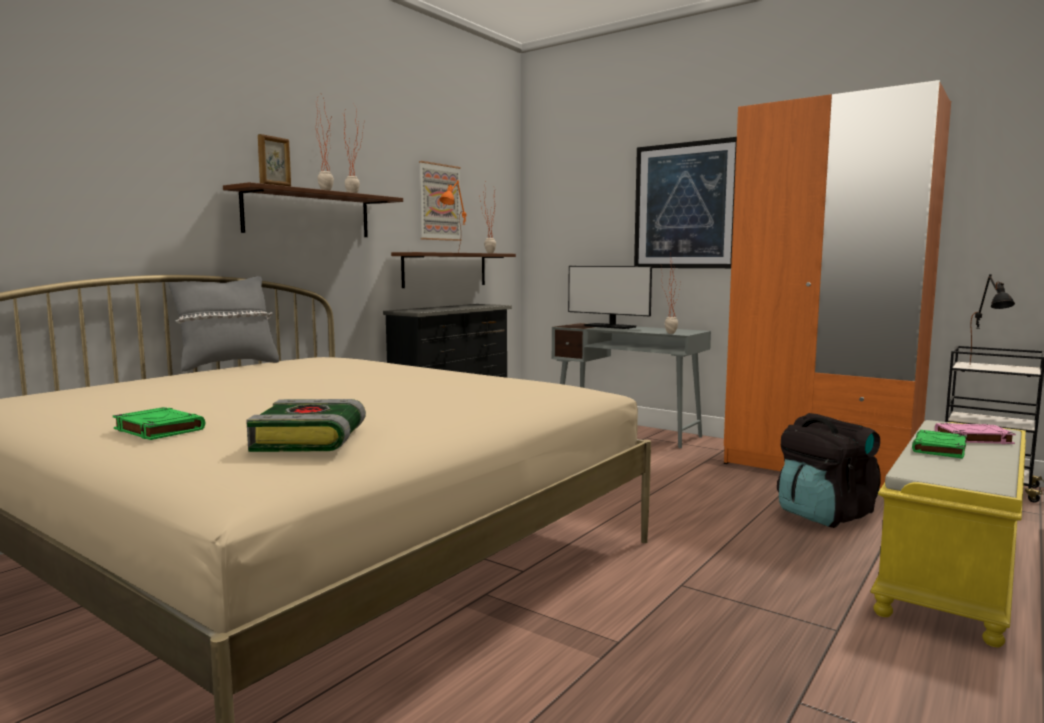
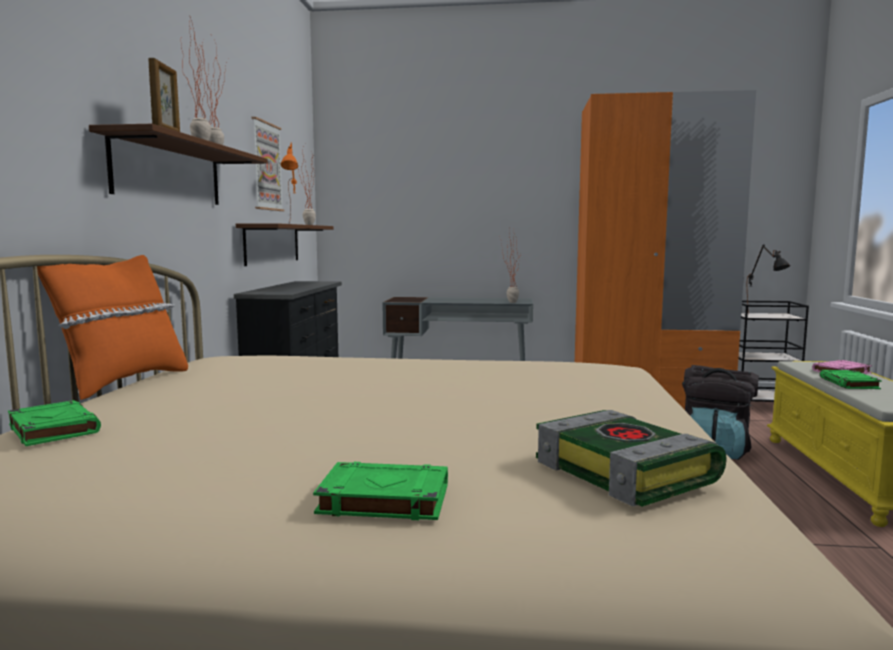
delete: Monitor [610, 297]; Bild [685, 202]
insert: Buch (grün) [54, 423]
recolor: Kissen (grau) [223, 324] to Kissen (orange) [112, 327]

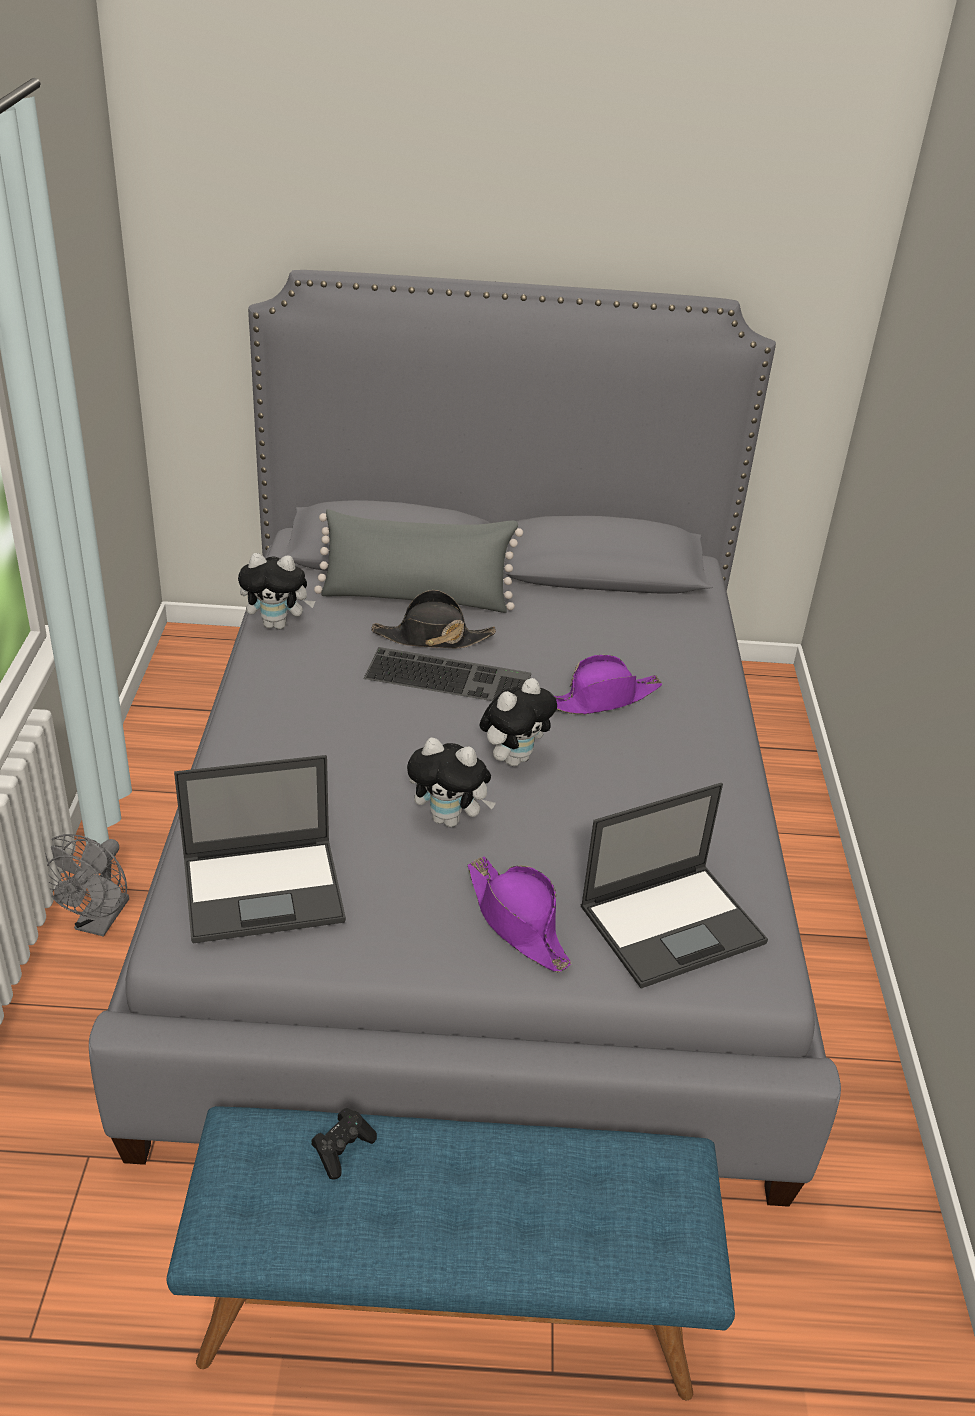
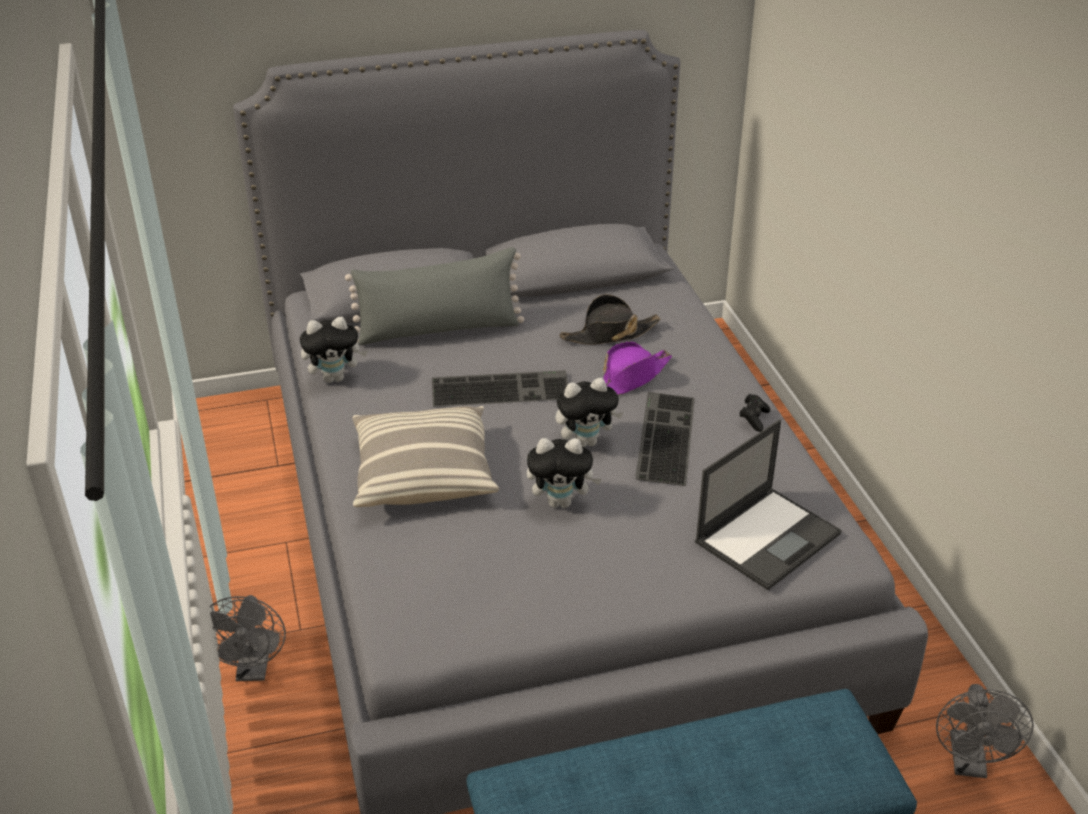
delete: Laptop [260, 849]; Hut (lila) [519, 914]
insert: Kissen [426, 456]; Tastatur [665, 439]; Ventilator (grau) [985, 731]
move: Gamepad (schwarz) [344, 1144] to [754, 413]; Hut (schwarz) [433, 619] to [610, 319]
rotate: Plüschtier [518, 722] = [589, 412] 45 degrees clockwise

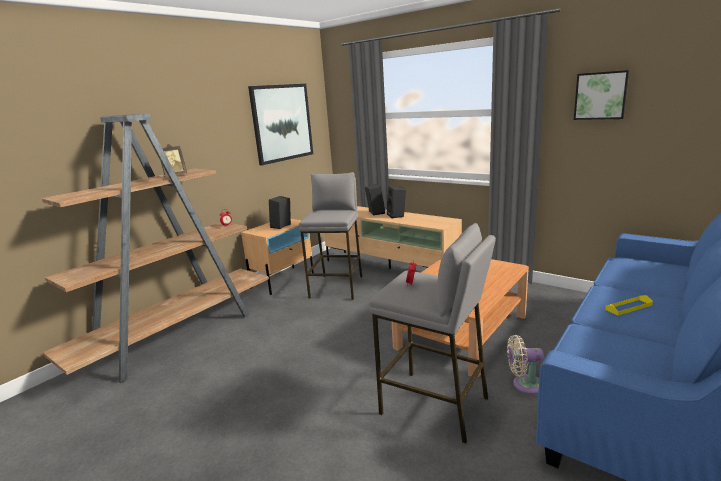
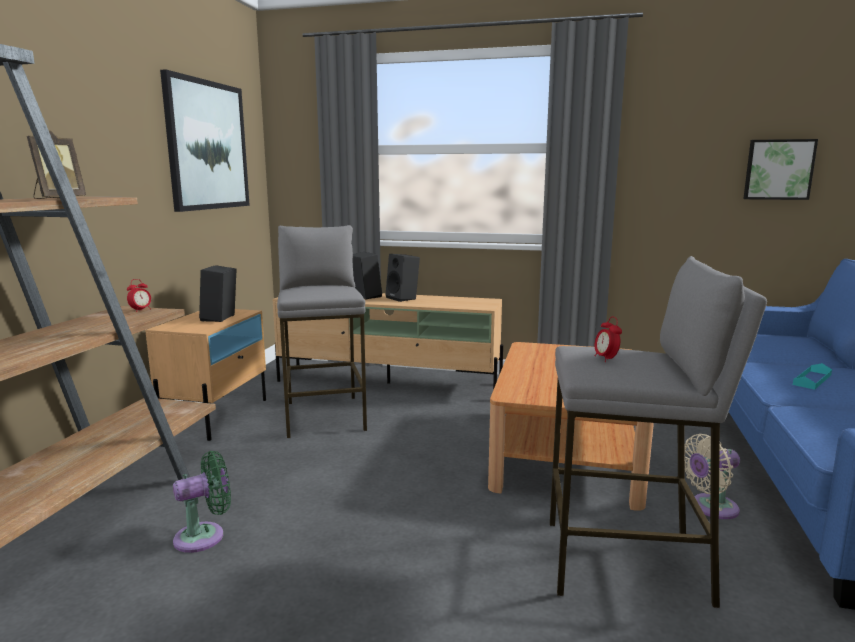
insert: Ventilator (grün) [202, 502]
move: Bild [602, 95] to [780, 169]
recolor: Tablett (gelb) [629, 305] to Tablett (türkis) [812, 376]

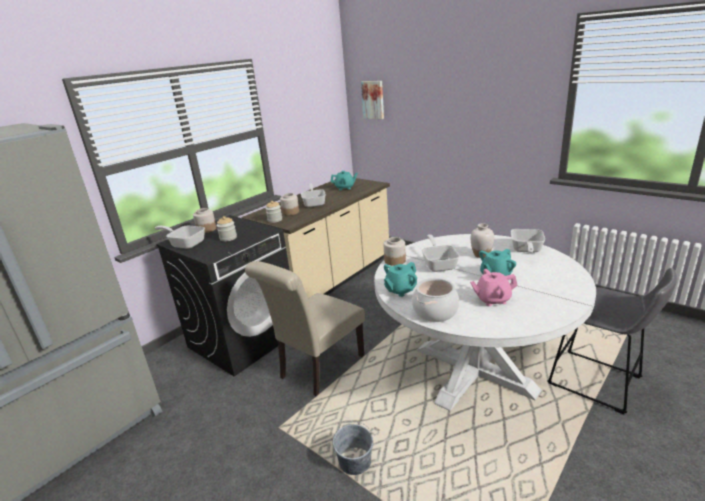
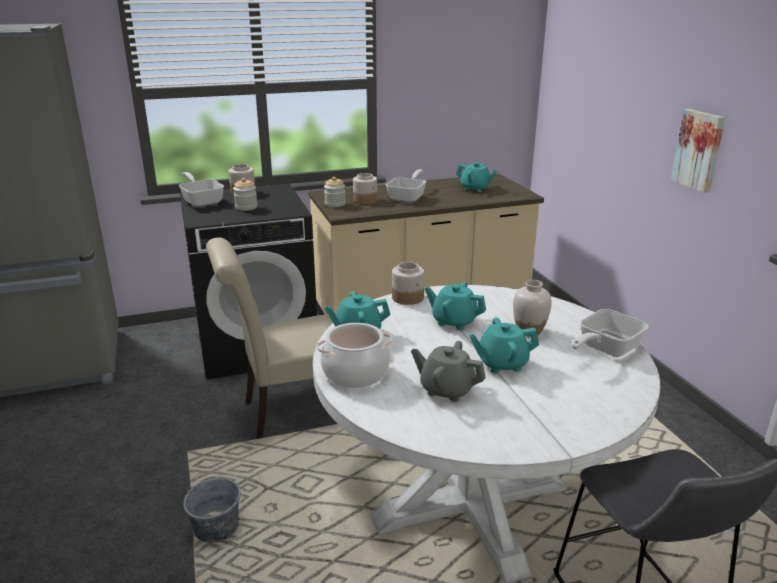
move: Bild [372, 100] to [698, 151]
replace: Pfanne [441, 253] to Teekanne (türkis) [455, 306]
recolor: Teekanne (rosa) [494, 287] to Teekanne (grau) [448, 371]

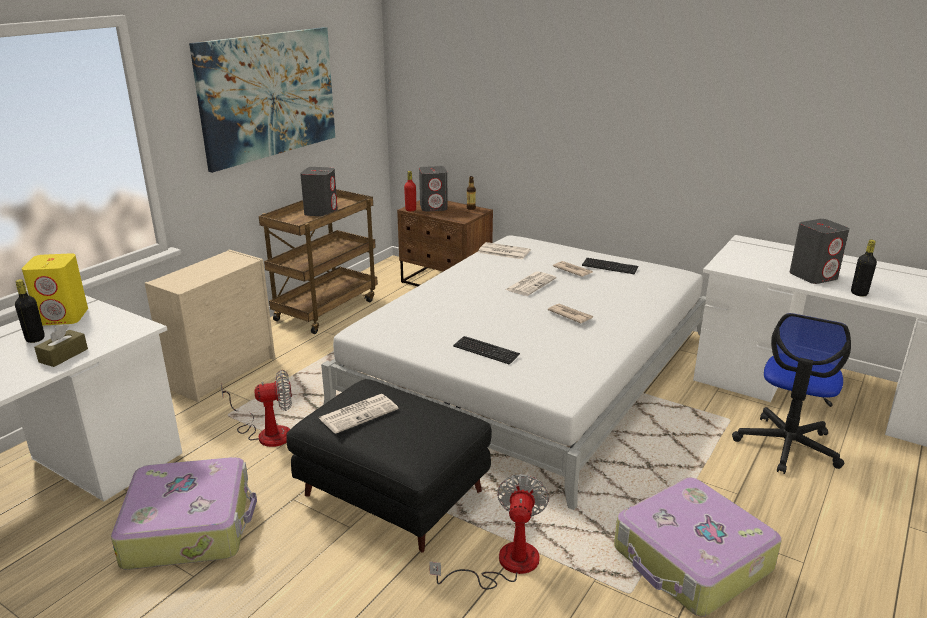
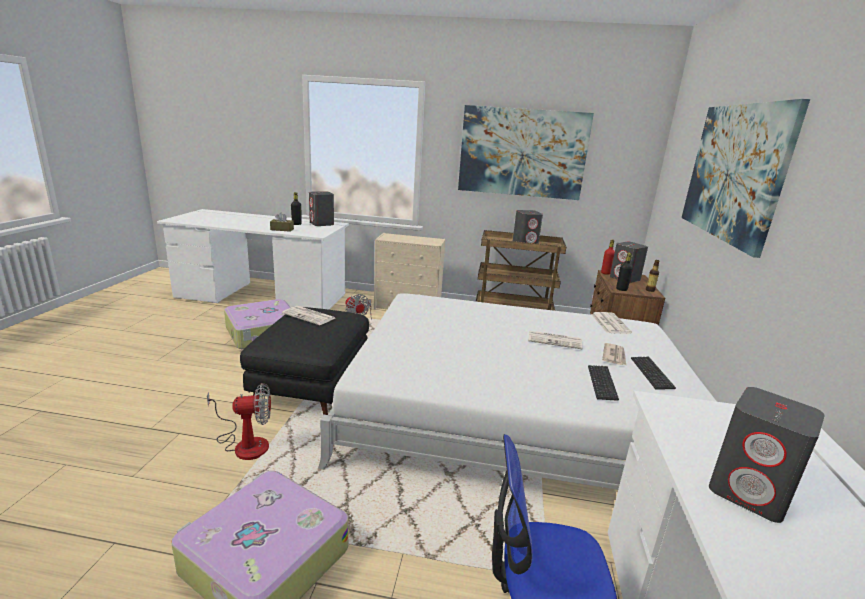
delete: Zeitung [570, 313]
insert: Bild [745, 178]
move: Tastatur [486, 350] to [603, 383]; Flasche (schwarz) [864, 268] to [624, 272]
recolor: Lautsprecher (gelb) [55, 289] to Lautsprecher (grau) [321, 208]

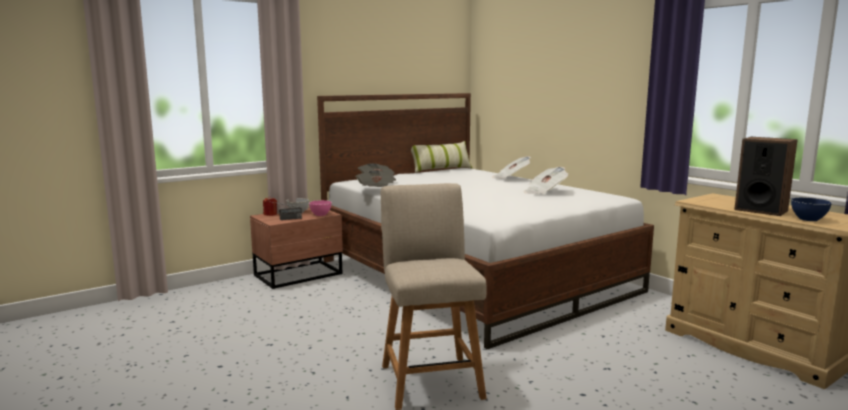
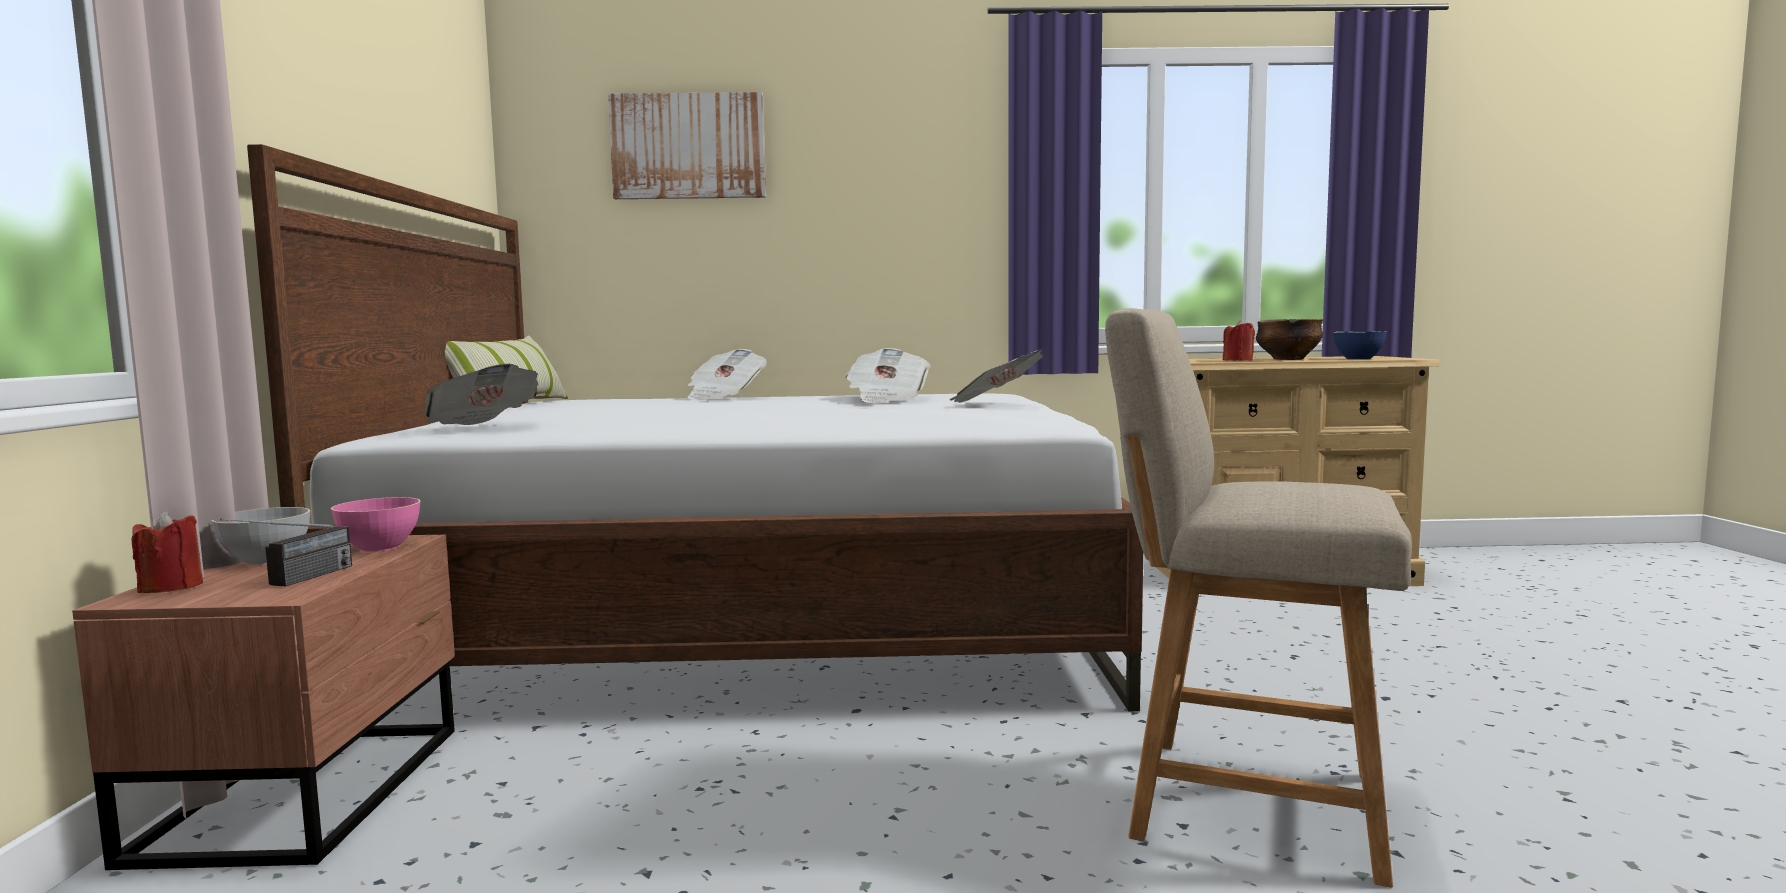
insert: Bild [687, 145]; Kerze (rot) [1239, 340]
move: Zeitung [375, 178] to [996, 376]
replace: Lautsprecher [766, 176] to Schüssel [1289, 339]

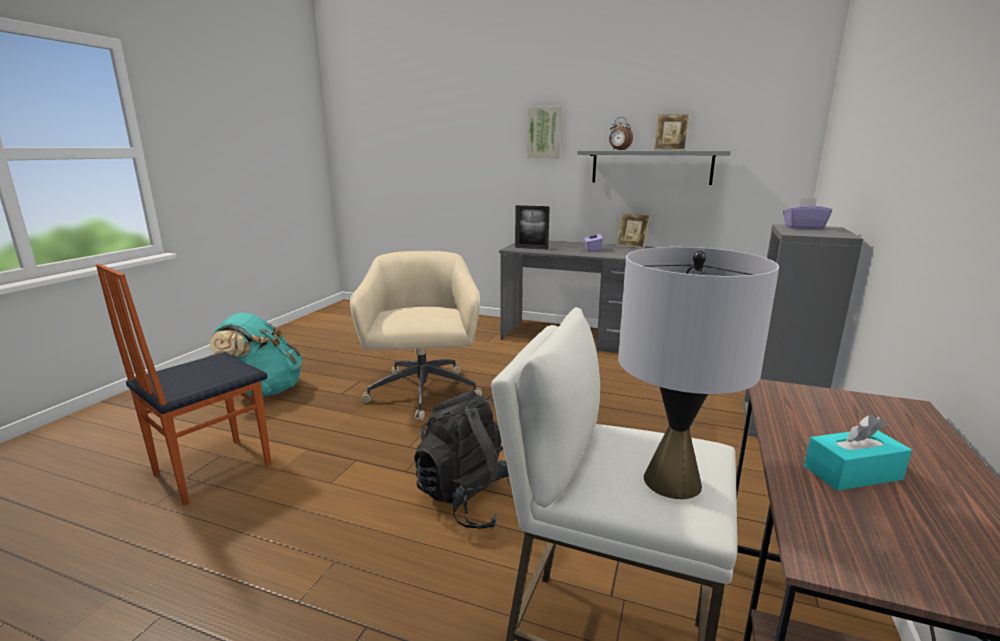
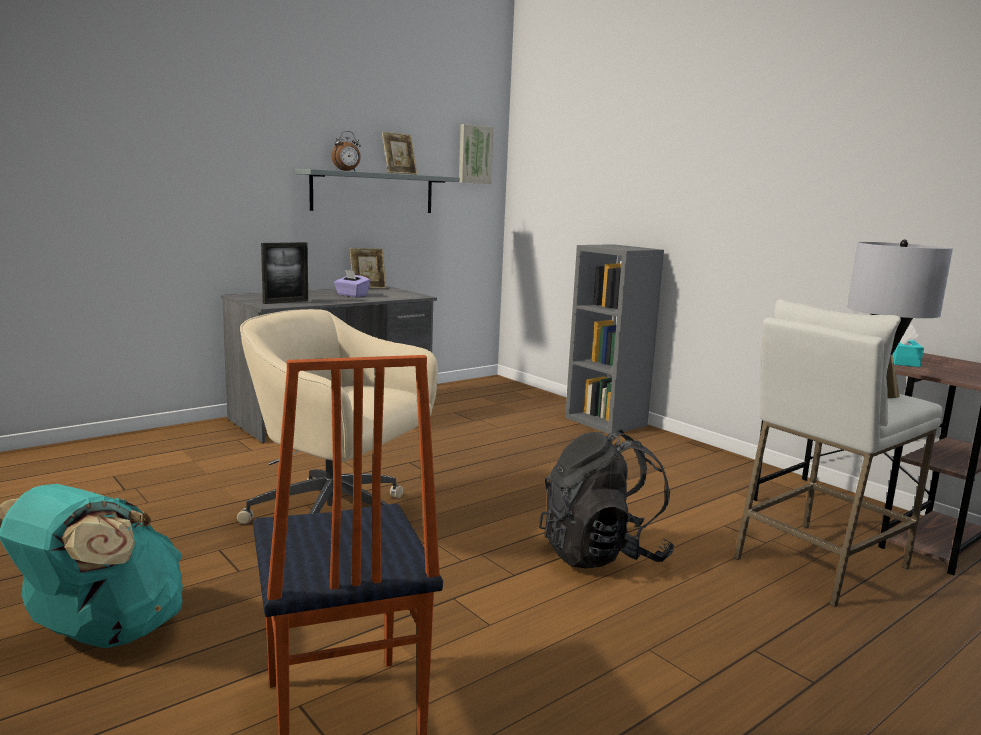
delete: Taschentuchbox (lila) [807, 213]
move: Bild [544, 132] to [476, 154]

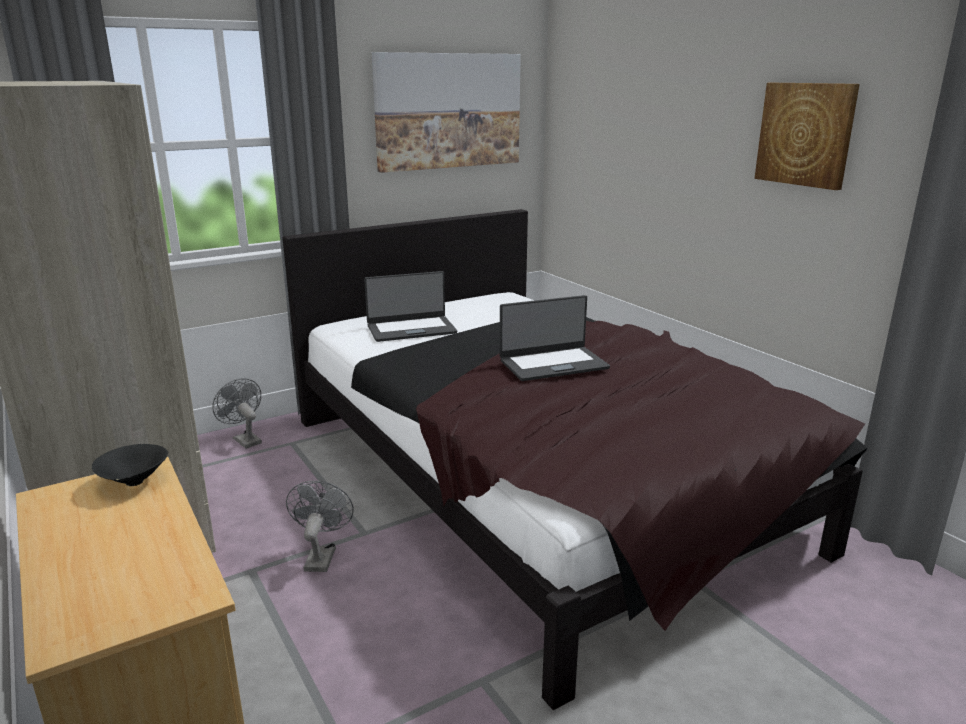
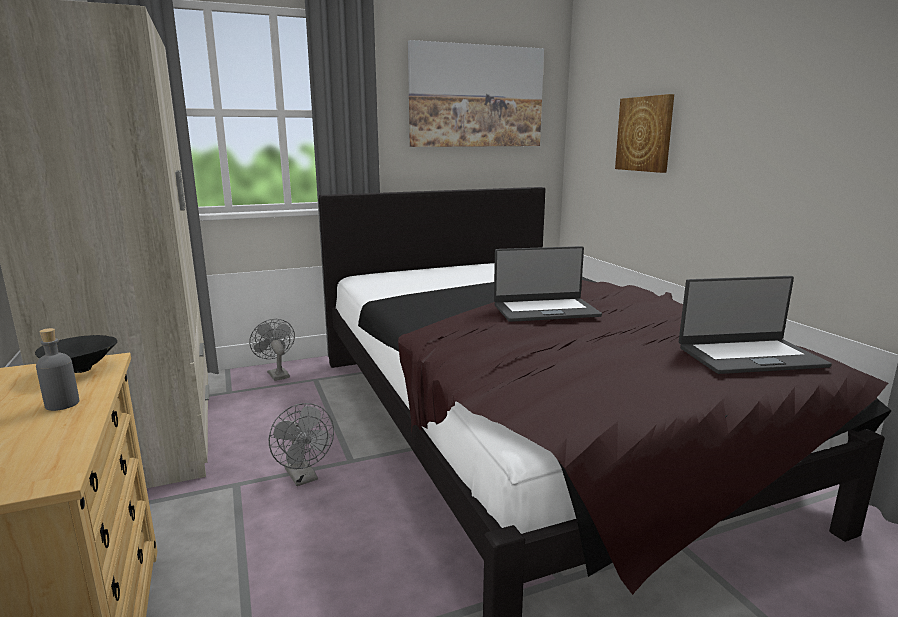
insert: Flasche (grau) [57, 369]
move: Laptop [410, 306] to [755, 325]; Bild [807, 136] to [644, 133]
rotate: Ventilator (grau) [320, 526] = [301, 444] 135 degrees clockwise

